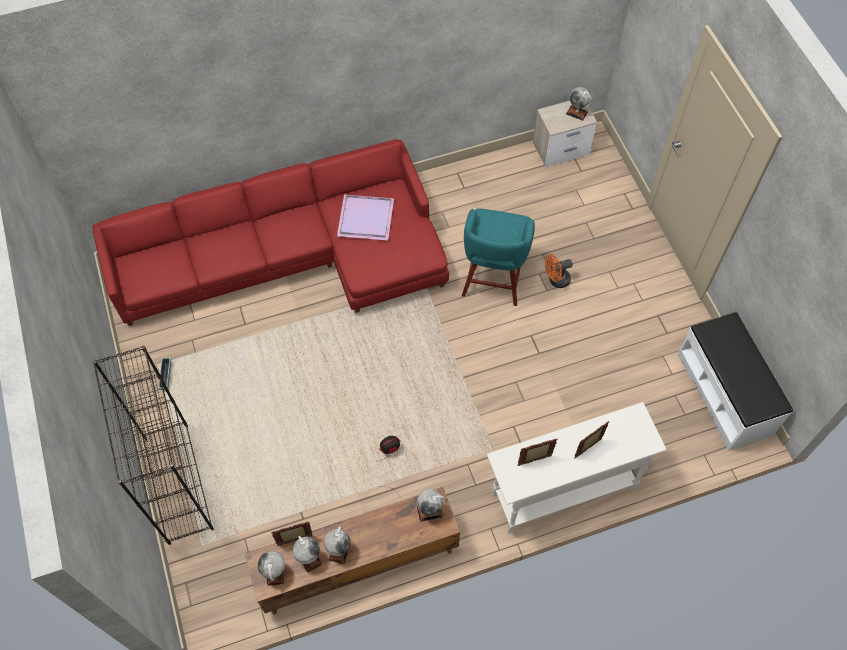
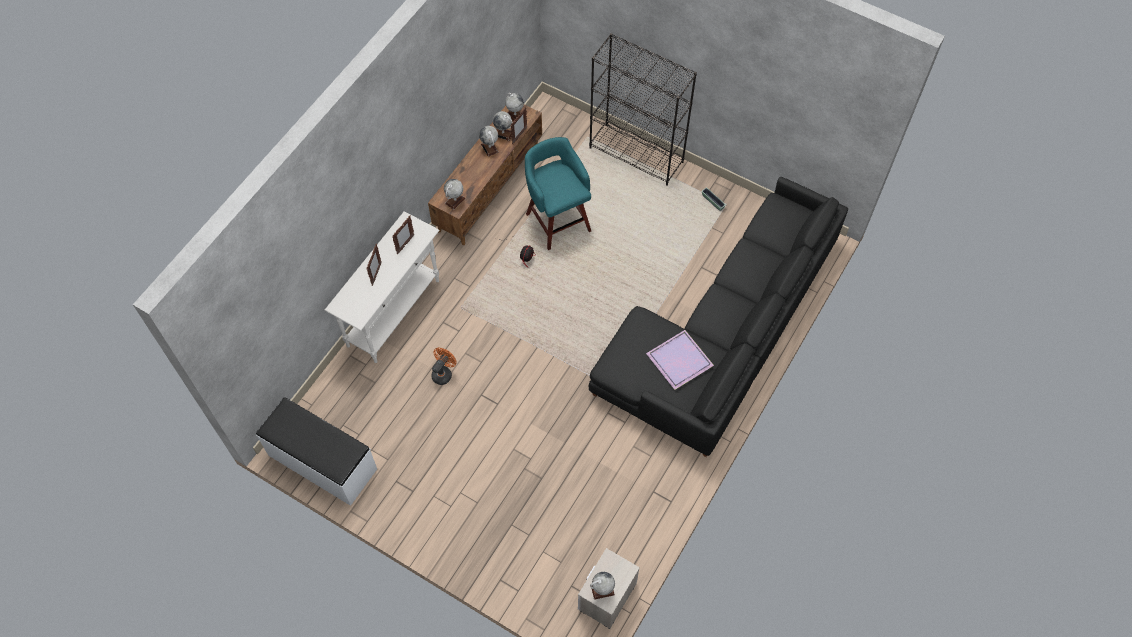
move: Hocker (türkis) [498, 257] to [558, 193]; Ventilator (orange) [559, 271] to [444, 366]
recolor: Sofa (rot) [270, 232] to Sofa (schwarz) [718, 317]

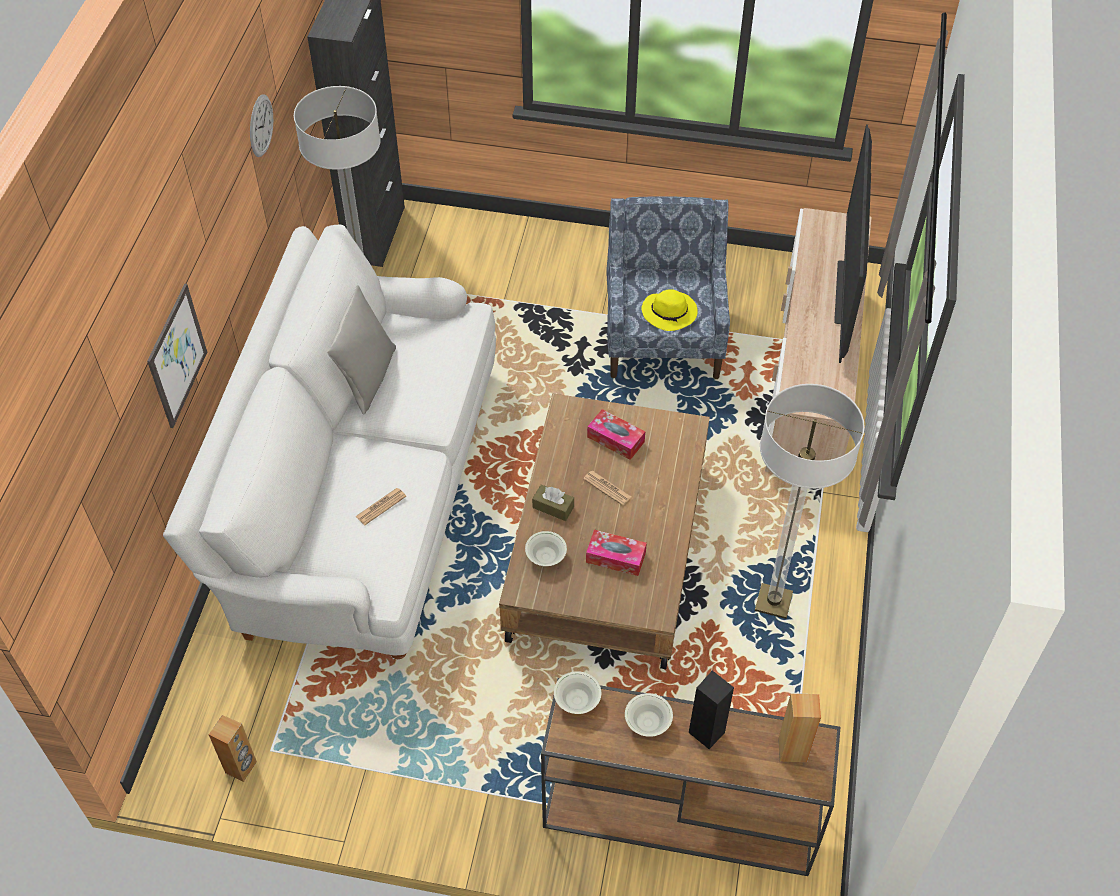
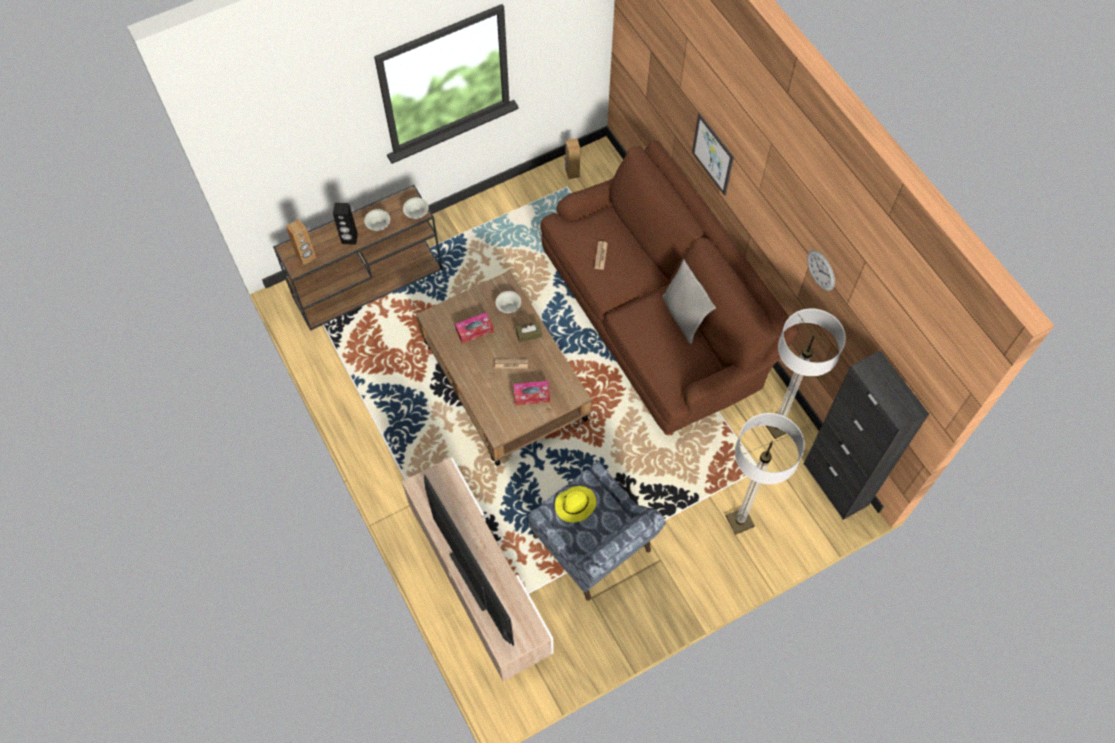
move: Stehlampe [810, 501] to [765, 474]
recolor: Sofa (weiß) [329, 442] to Sofa (braun) [669, 287]

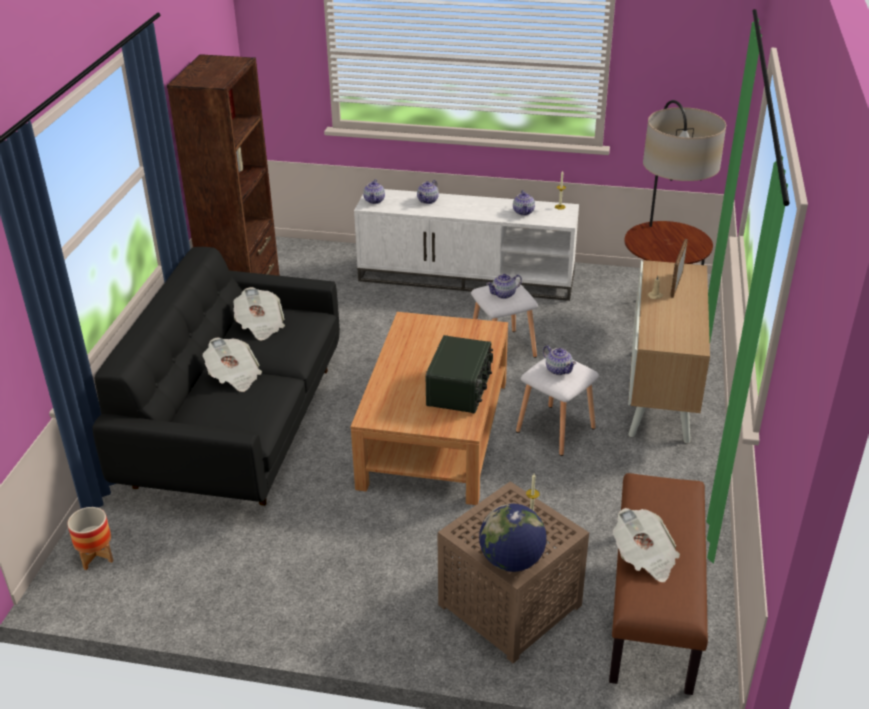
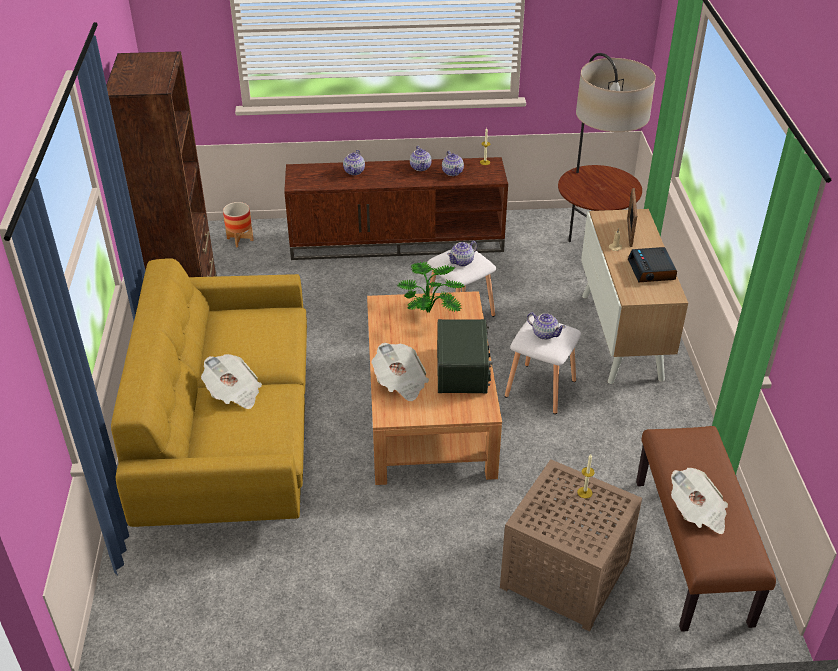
delete: Globus [513, 538]
insert: Topfpflanze [431, 287]; Wecker [652, 264]
move: Pflanzkübel [90, 538] to [238, 224]; Zeitung [259, 314] to [400, 371]; Teekanne [374, 191] to [420, 158]
recolor: Sofa (schwarz) [216, 376] to Sofa (gelb) [209, 392]; Fernsehschrank (weiß) [466, 245] to Fernsehschrank (braun) [396, 208]

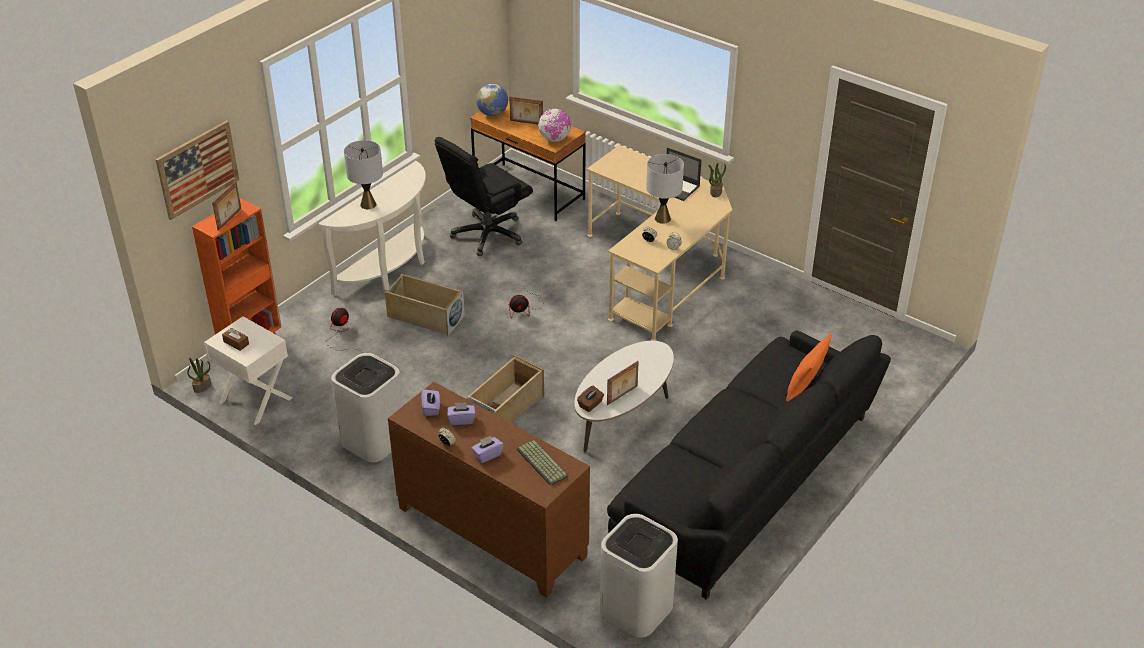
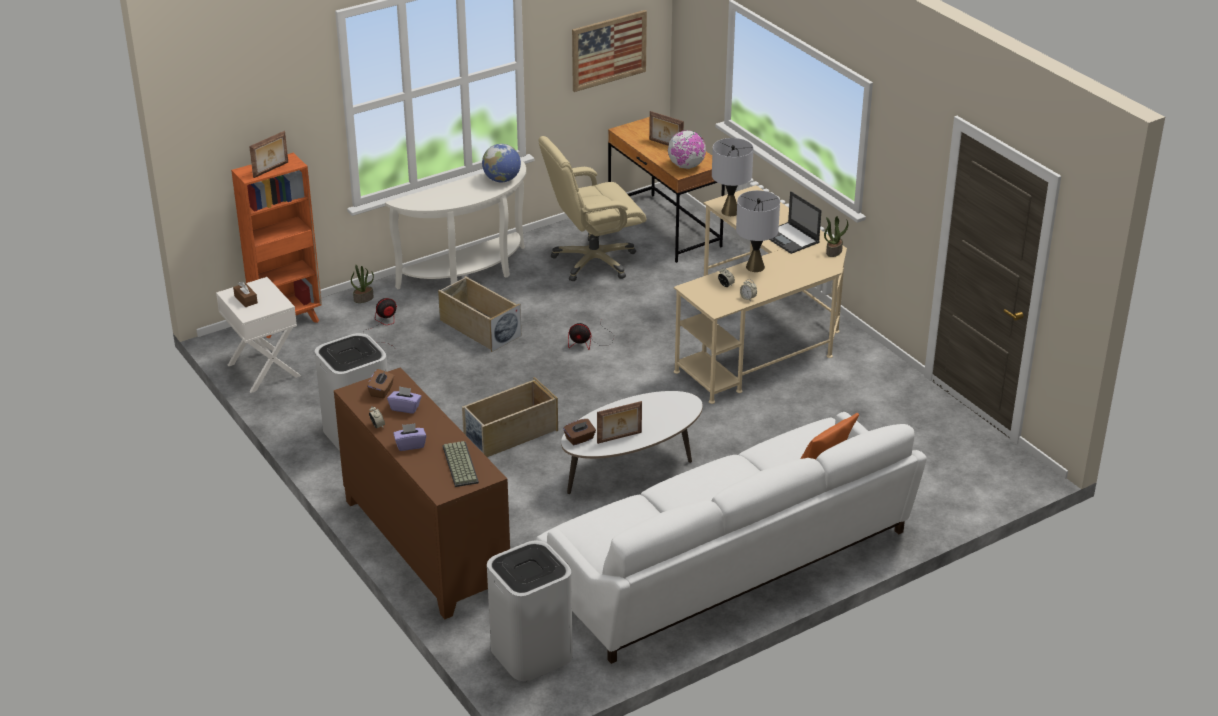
move: Bild [197, 170] to [609, 51]; Topfpflanze [199, 375] to [362, 284]; Tischlampe (grau) [363, 174] to [733, 177]; Globus [492, 100] to [501, 163]
recolor: Taschentuchbox (lila) [431, 402] to Taschentuchbox (braun) [380, 383]; Bürostuhl (schwarz) [483, 196] to Bürostuhl (beige) [592, 208]; Sofa (schwarz) [749, 465] to Sofa (weiß) [731, 538]

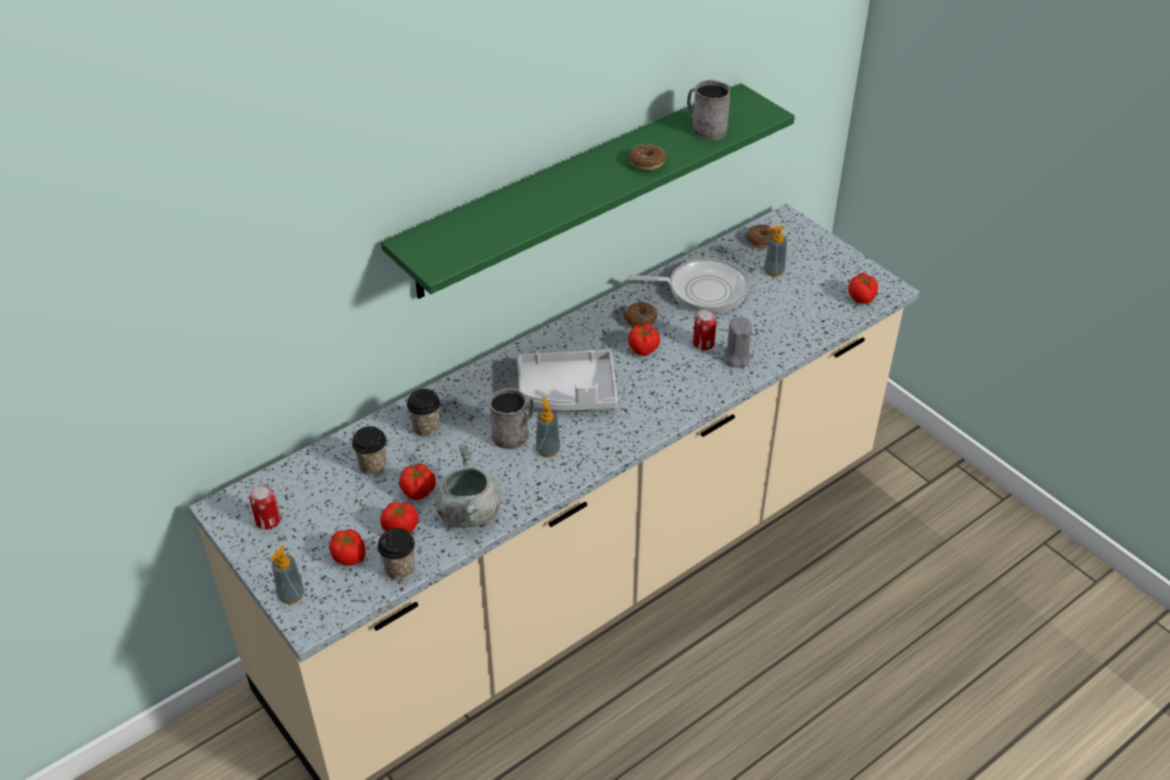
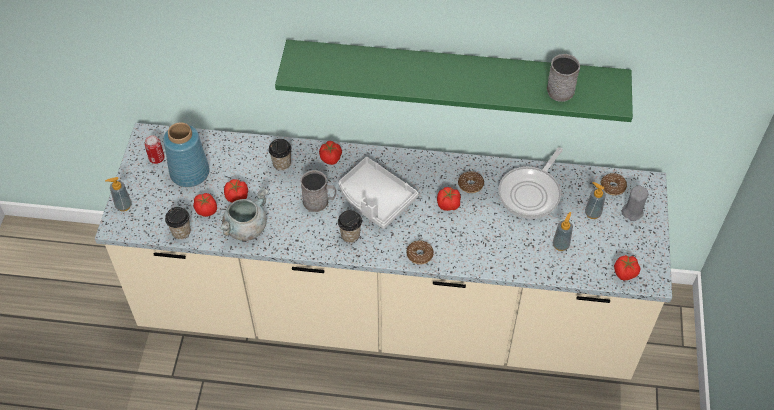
delete: Dose [705, 329]
insert: Vase (blau) [186, 154]
move: Tomate [347, 547] to [330, 153]; Tasse [369, 451] to [350, 226]; Seifenspender [548, 426] to [563, 231]; Donut [647, 157] to [420, 252]; Kerze (grau) [737, 342] to [635, 203]
rotate: Pfanne [688, 285] = [530, 183] 75 degrees clockwise

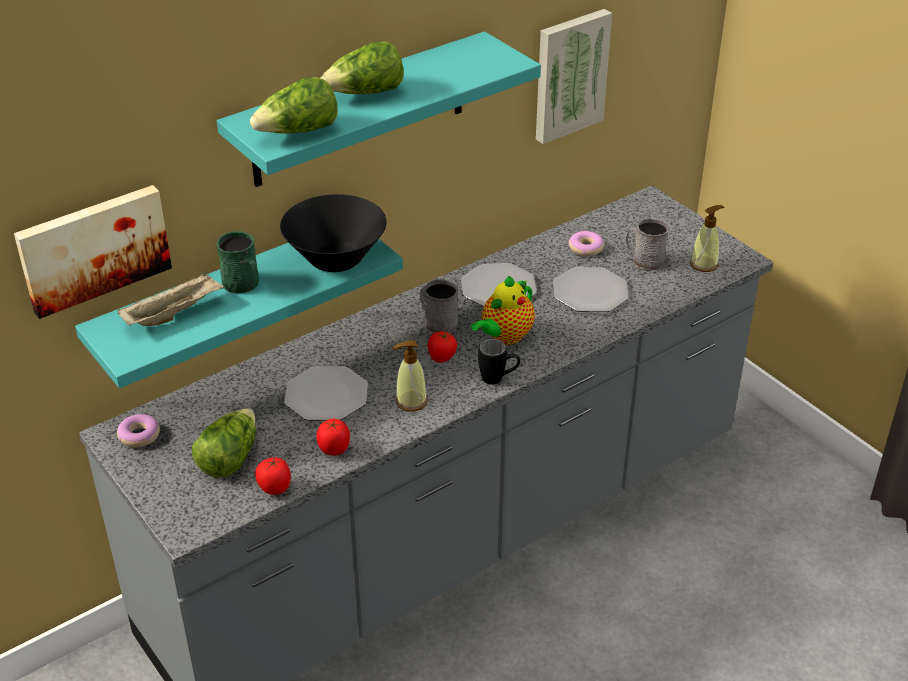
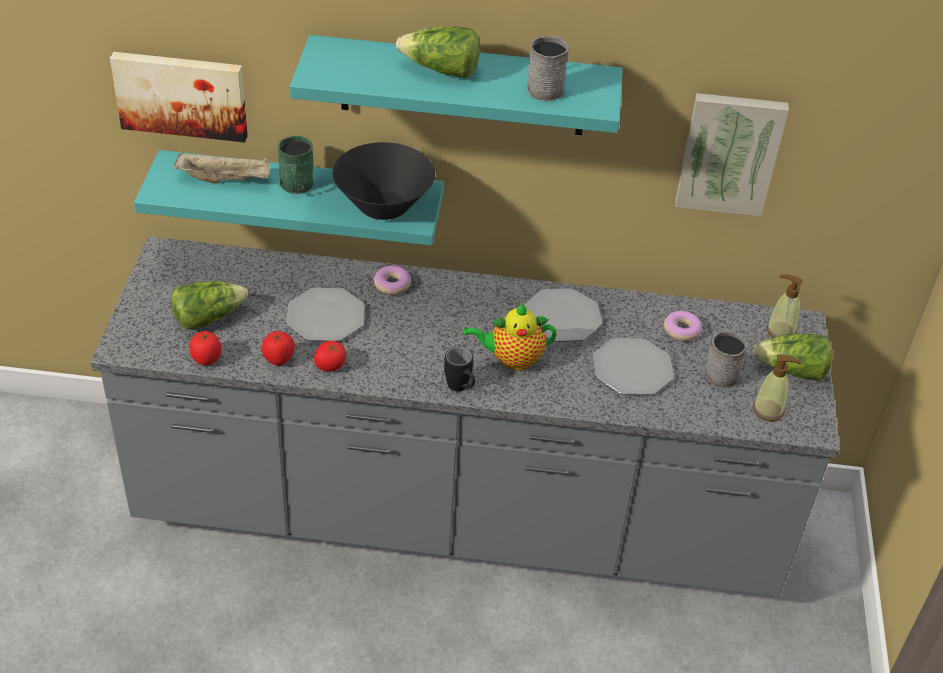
move: Donut [138, 431] to [392, 280]; Salatkopf [294, 105] to [793, 357]; Seifenspender [410, 376] to [784, 306]; Henkelbecher (grau) [439, 306] to [548, 68]; Tomate [442, 347] to [330, 356]

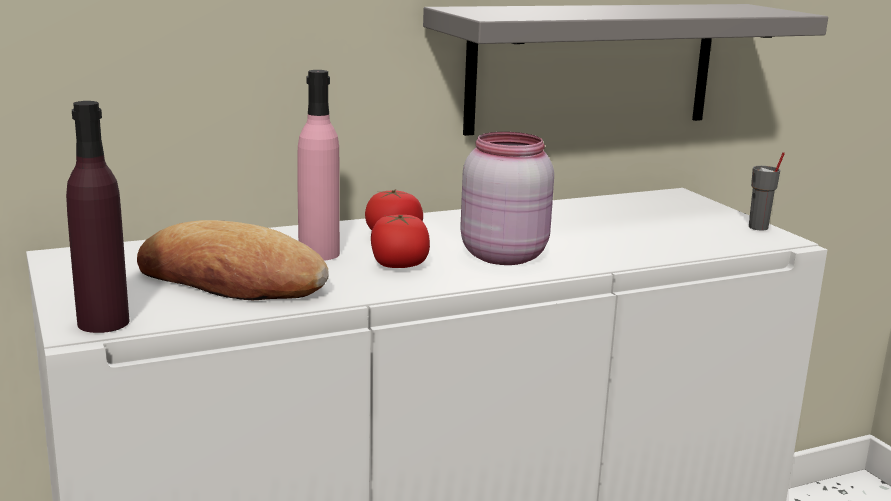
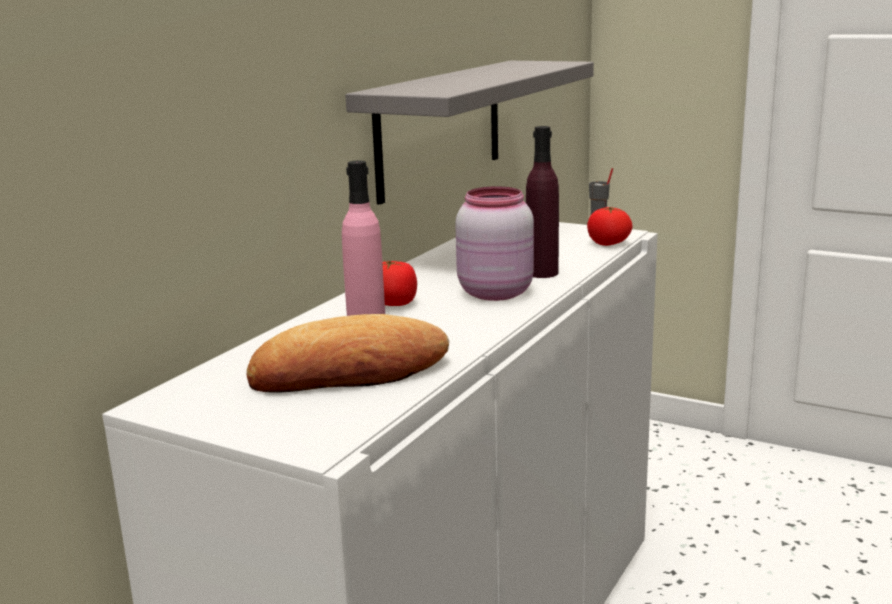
move: Flasche (lila) [97, 217] to [542, 202]; Tomate [400, 241] to [610, 226]

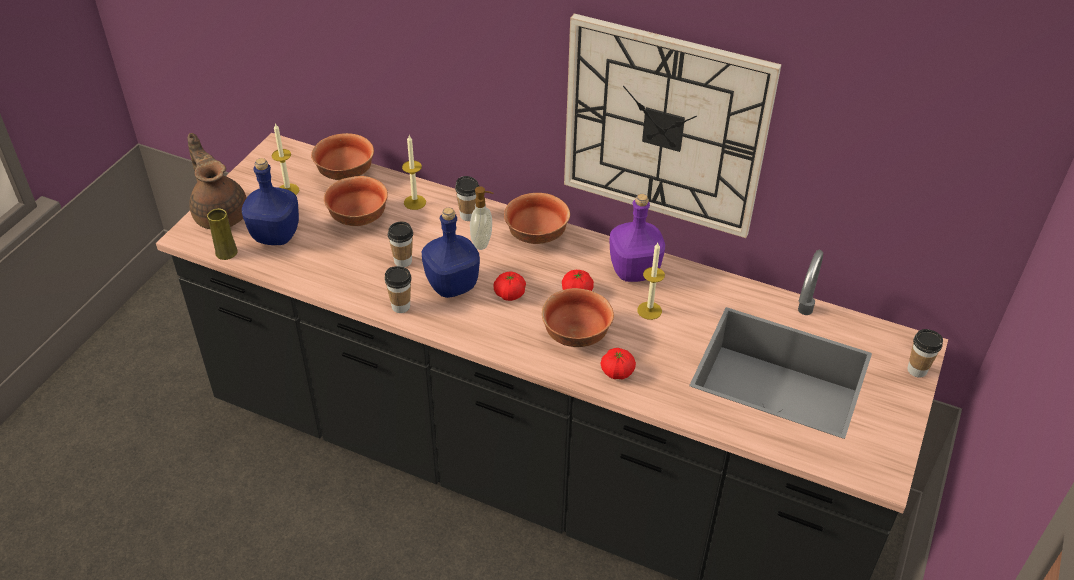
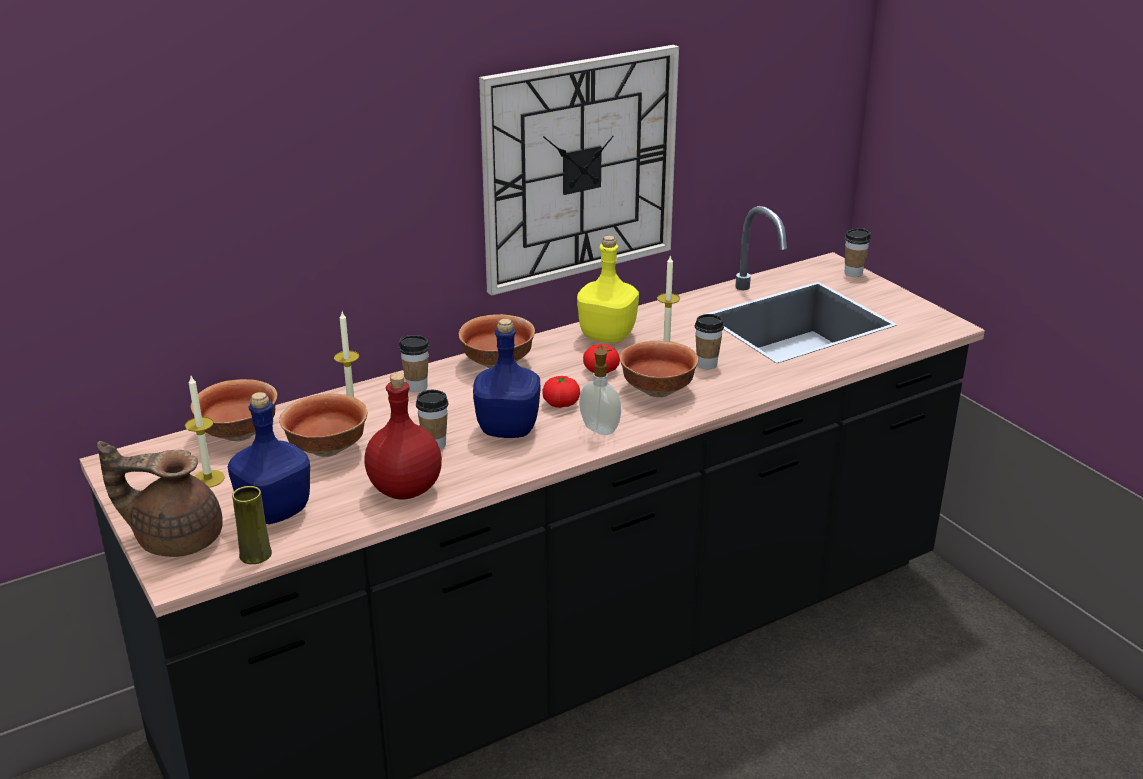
delete: Tomate [618, 364]
insert: Flasche (rot) [403, 436]
move: Tasse [398, 289] to [709, 341]; Seifenspender [481, 218] to [600, 392]
recolor: Flasche (lila) [637, 238] to Flasche (gelb) [608, 289]

